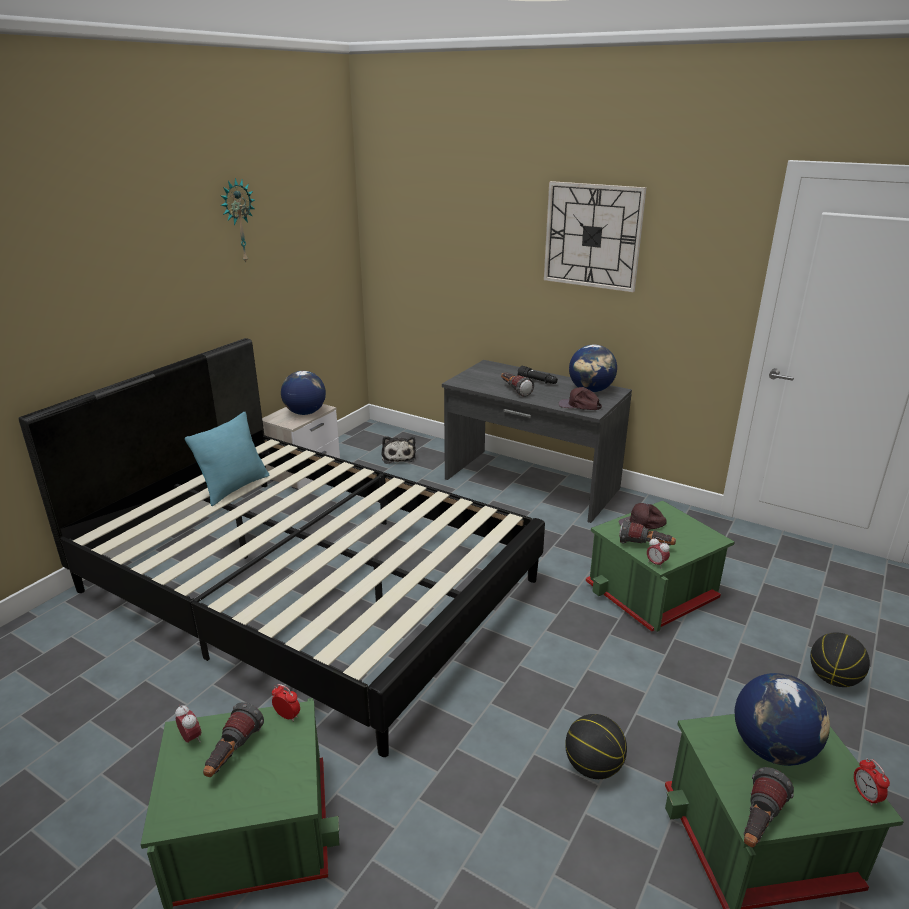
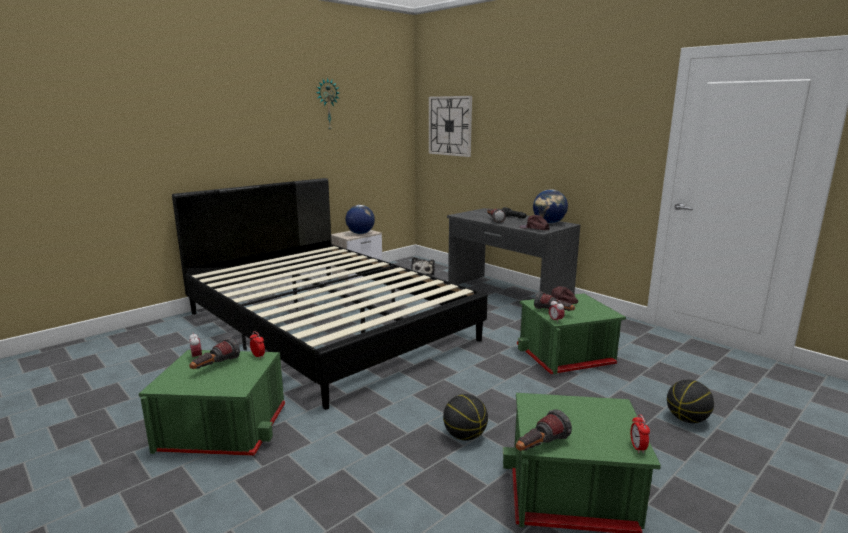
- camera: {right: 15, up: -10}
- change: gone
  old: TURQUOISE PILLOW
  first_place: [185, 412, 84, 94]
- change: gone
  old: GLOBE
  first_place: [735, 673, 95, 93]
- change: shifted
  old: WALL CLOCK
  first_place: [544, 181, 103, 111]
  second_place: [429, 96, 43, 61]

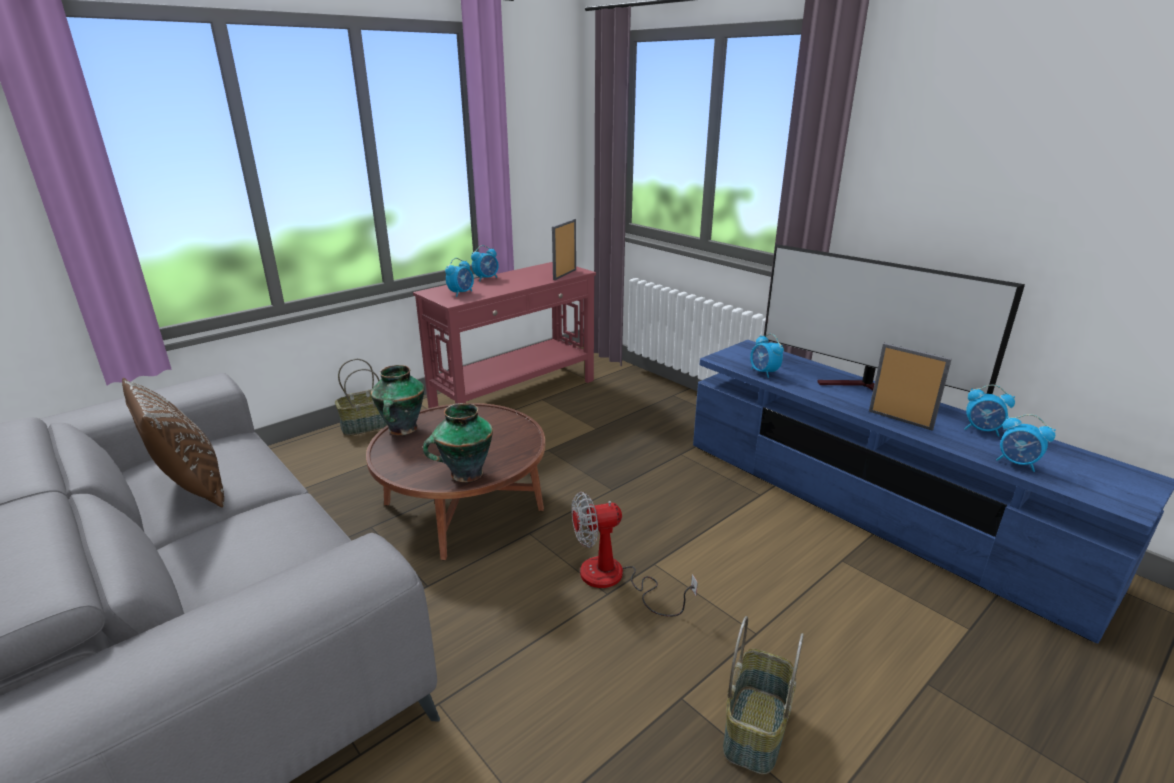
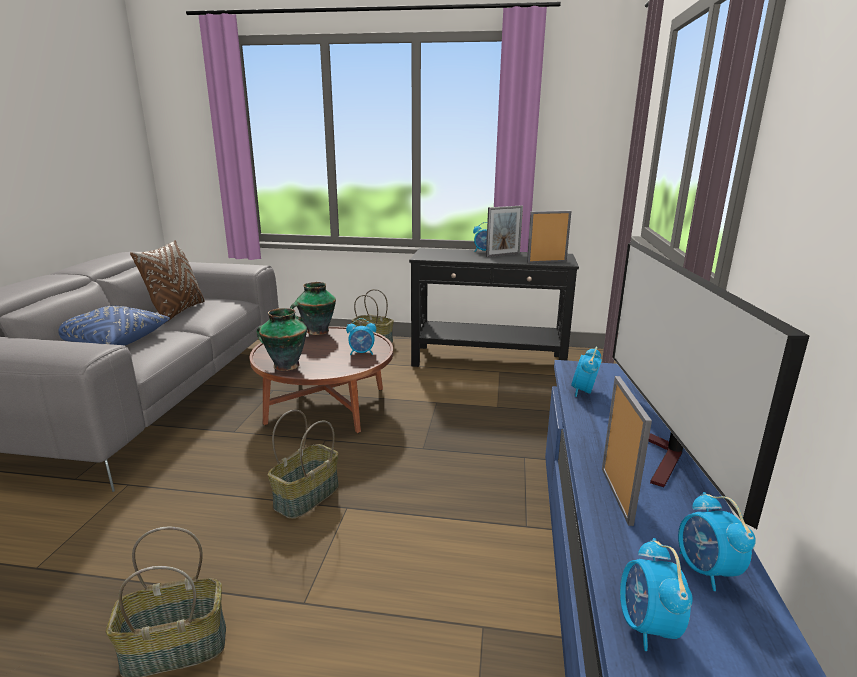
- camera: {right: 50, up: -5}
- change: new
  new: BLUE PILLOW
  second_place: [58, 305, 112, 41]
- change: new
  new: PICTURE FRAME
  second_place: [486, 205, 37, 52]
- change: shifted
  old: ALARM CLOCK
  first_place: [445, 258, 29, 39]
  second_place: [346, 318, 30, 37]
- change: swapped
  old: FAN
  new: BASKET
  first_place: [571, 492, 127, 125]
  second_place: [268, 410, 71, 109]
- change: repainted
  old: RED CONSOLE TABLE
  new: BLACK CONSOLE TABLE
  first_place: [413, 262, 183, 146]
  second_place: [409, 248, 170, 119]

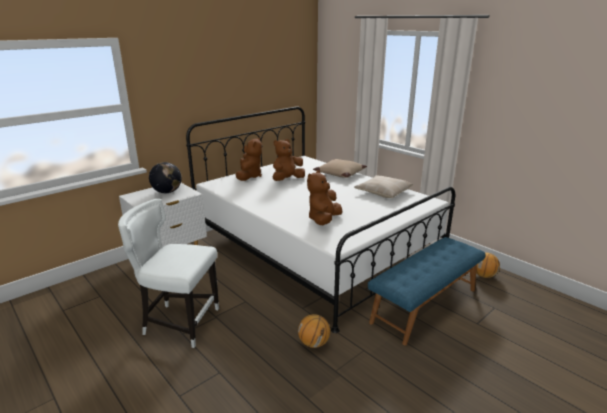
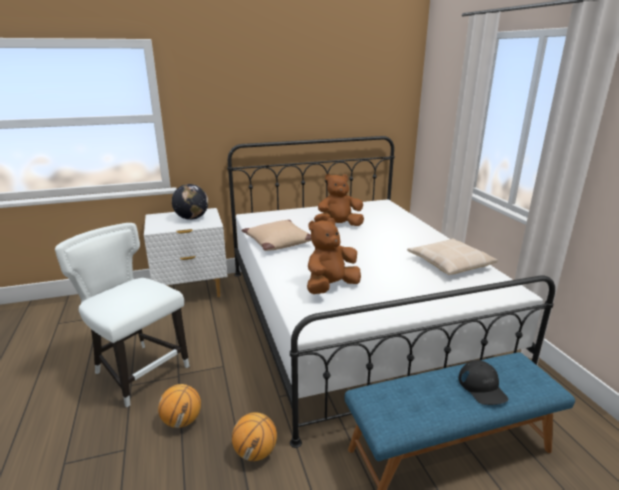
- camera: {right: 25, up: 0}
- change: gone
  old: BROWN PLUSH TOY
  first_place: [236, 138, 26, 43]
- change: new
  new: BLACK CAP
  second_place: [459, 360, 50, 45]
- change: shifted
  old: BEIGE PILLOW
  first_place: [313, 159, 54, 19]
  second_place: [241, 220, 71, 31]
- change: shifted
  old: BASKETBALL
  first_place: [476, 252, 24, 26]
  second_place: [158, 384, 43, 44]

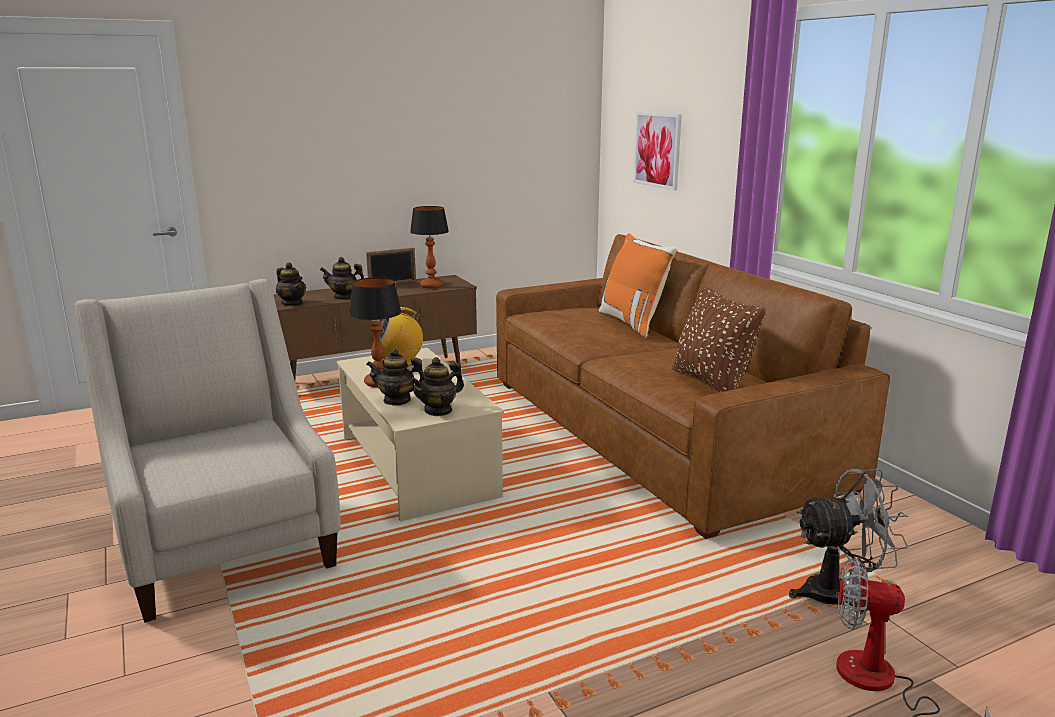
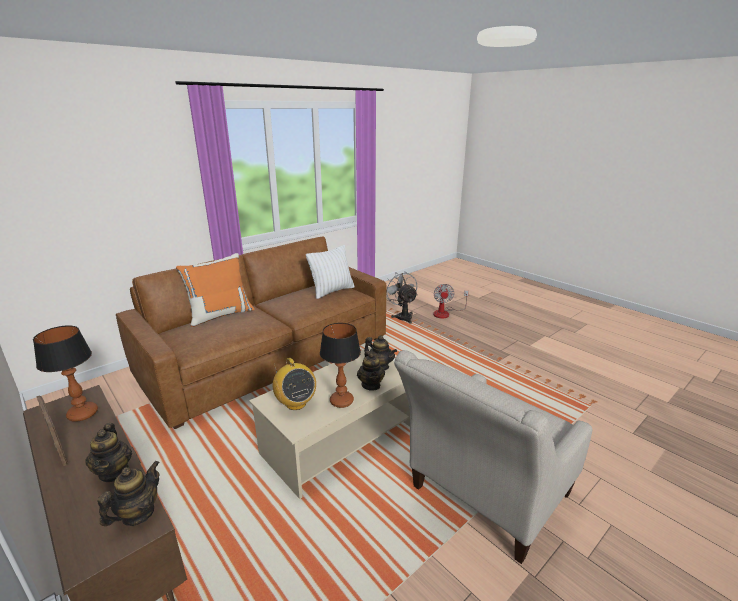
- camera: {right: -105, up: 5}
- change: gone
  old: PICTURE
  first_place: [634, 112, 48, 79]
- change: repainted
  old: BROWN PILLOW
  new: WHITE PILLOW
  first_place: [672, 286, 94, 106]
  second_place: [306, 245, 48, 54]

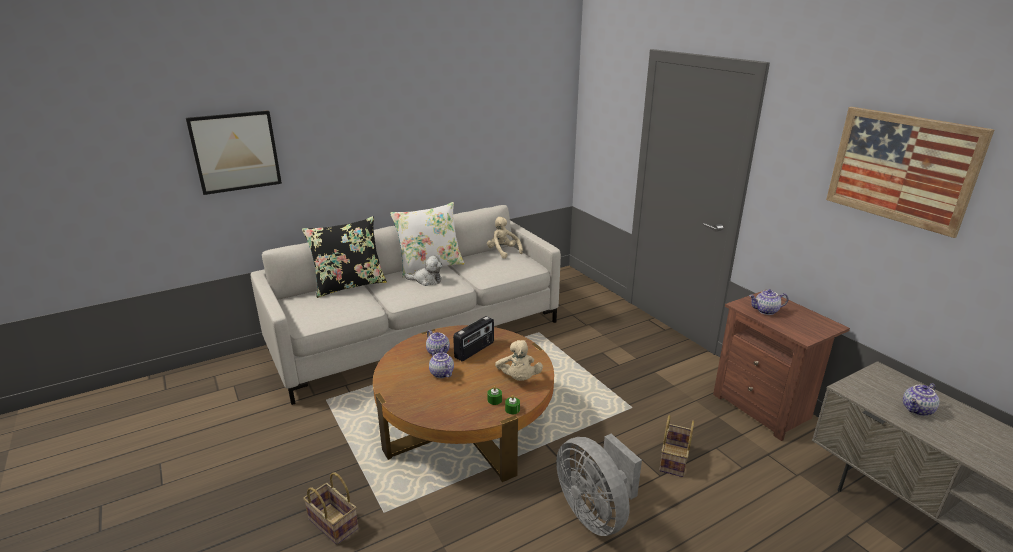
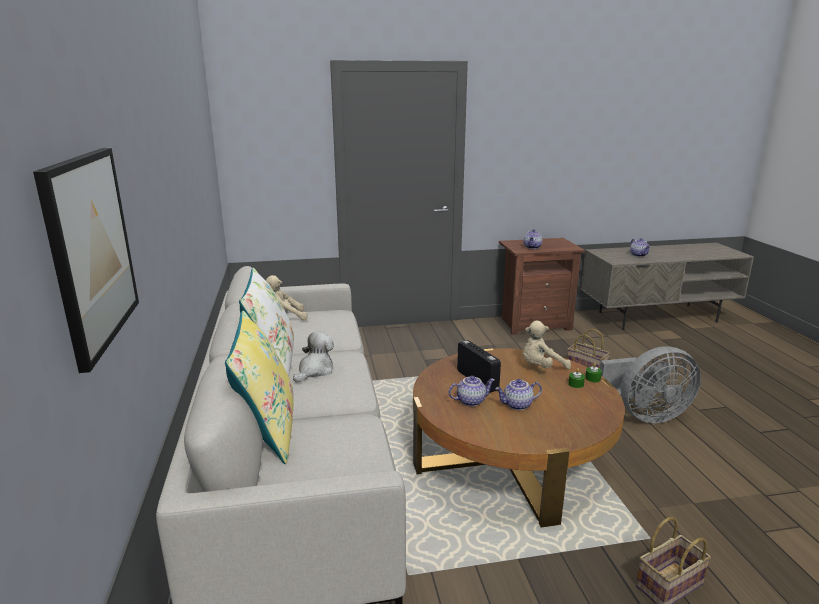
- camera: {right: -70, up: -5}
- change: gone
  old: PICTURE
  first_place: [826, 107, 169, 131]
- change: repainted
  old: BLACK PILLOW
  new: YELLOW PILLOW
  first_place: [302, 216, 85, 82]
  second_place: [225, 311, 69, 153]
- change: rotated
  old: BEIGE PLUSH TOY
  first_place: [495, 340, 48, 41]
  second_place: [523, 321, 48, 48]
  degrees: 150

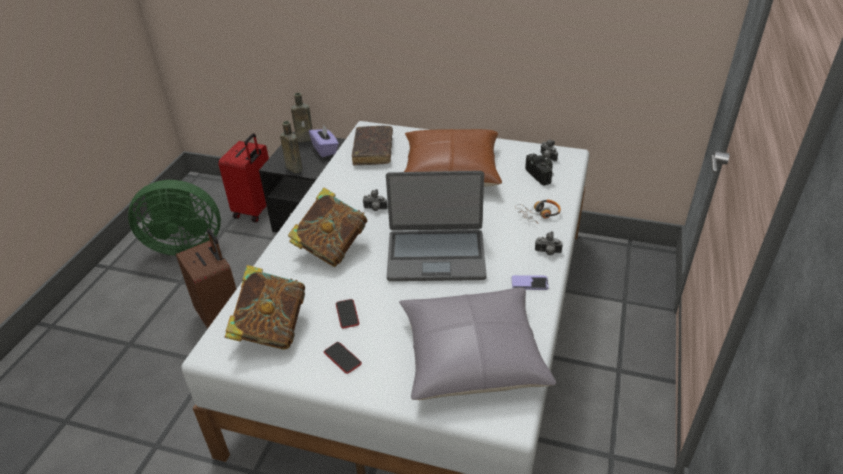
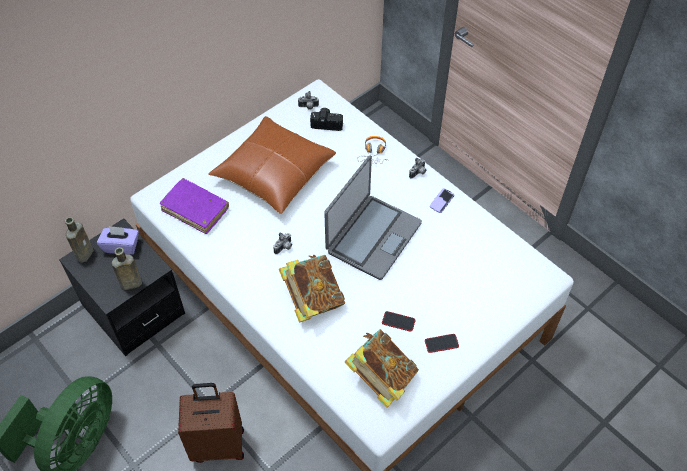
- camera: {right: -60, up: 15}
- change: gone
  old: RED SUITCASE
  first_place: [218, 133, 51, 90]
- change: gone
  old: GREY PILLOW
  first_place: [399, 288, 158, 112]
- change: repainted
  old: BROWN BOOK
  new: PURPLE BOOK
  first_place: [352, 126, 41, 39]
  second_place: [160, 178, 69, 56]

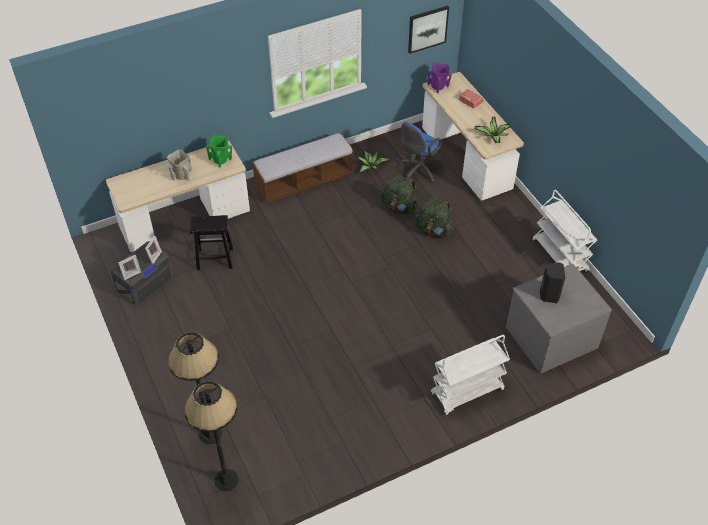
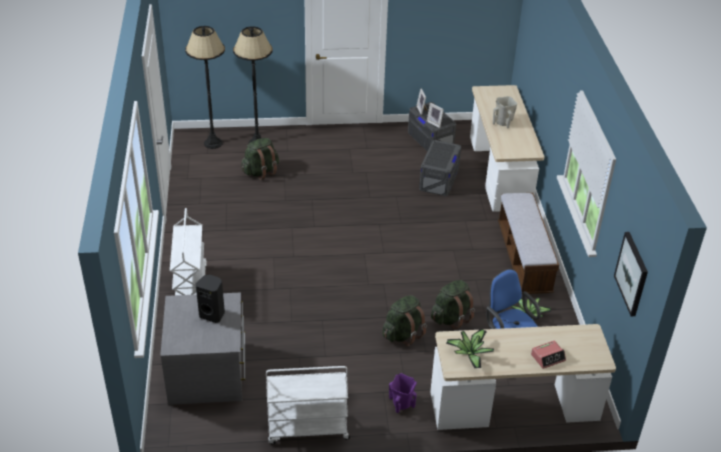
- camera: {right: 110, up: -10}
- change: gone
  old: GREEN VASE
  first_place: [206, 135, 26, 32]
- change: new
  new: GREEN BACKPACK
  second_place: [242, 138, 37, 42]
- change: shifted
  old: PURPLE VASE
  first_place: [428, 63, 24, 30]
  second_place: [389, 373, 28, 40]
- change: swapped
  old: BLACK STOOL
  new: GREY STORAGE BOX
  first_place: [190, 215, 43, 55]
  second_place: [419, 140, 42, 56]

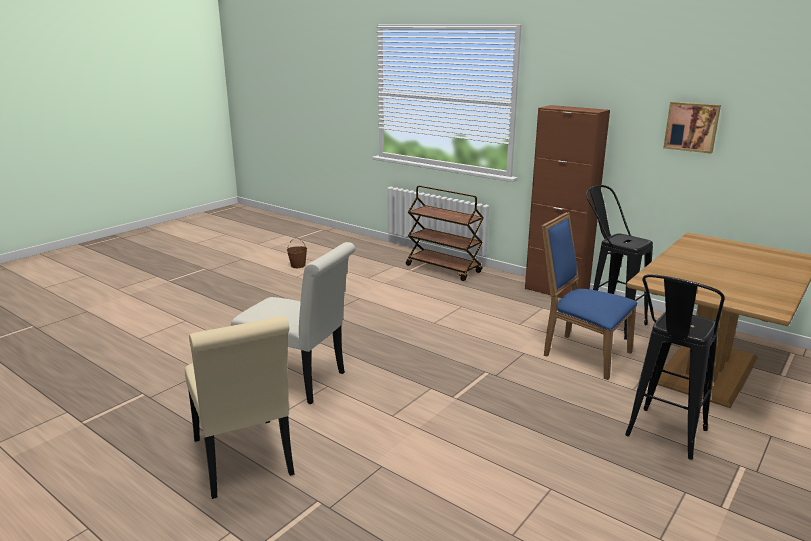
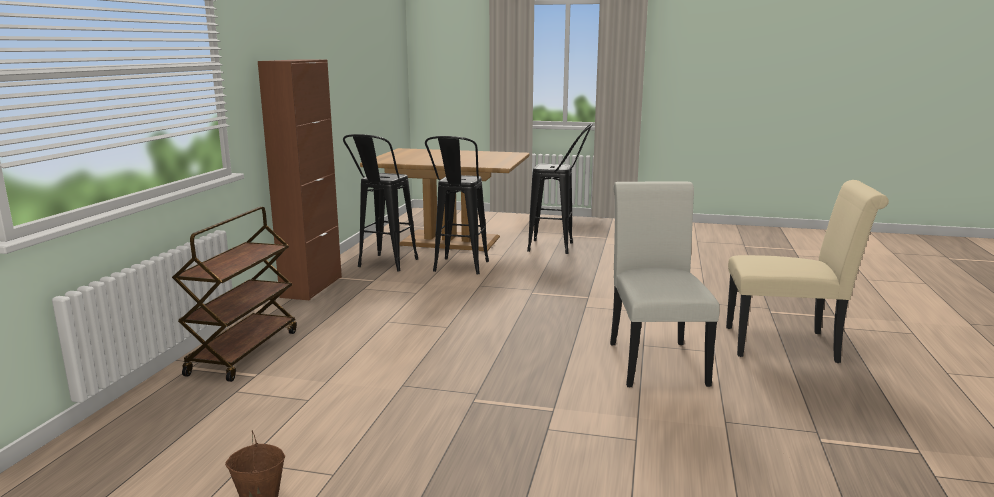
- camera: {right: -115, up: -5}
- change: gone
  old: PICTURE
  first_place: [663, 102, 58, 52]
- change: swapped
  old: BLUE CHAIR
  new: BLACK STOOL
  first_place: [542, 212, 95, 168]
  second_place: [425, 136, 64, 139]
- change: rotated
  old: BEIGE CHAIR
  first_place: [185, 316, 110, 183]
  second_place: [726, 180, 163, 183]
  degrees: 60

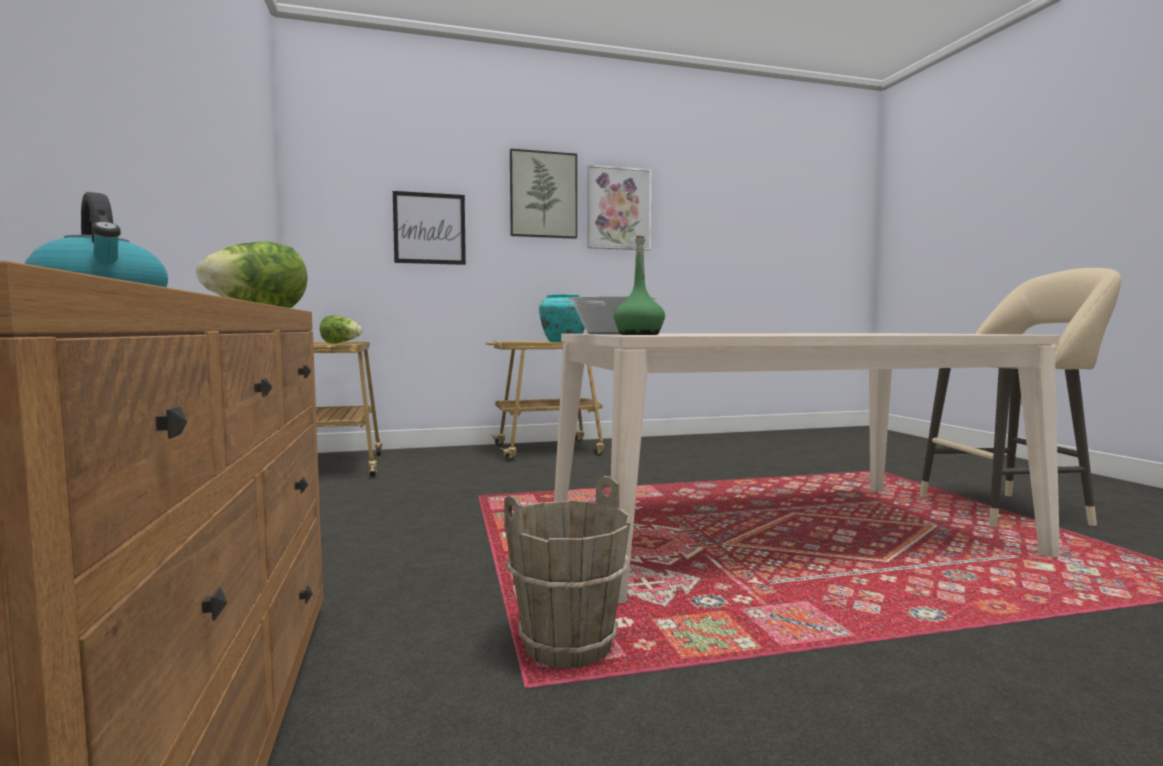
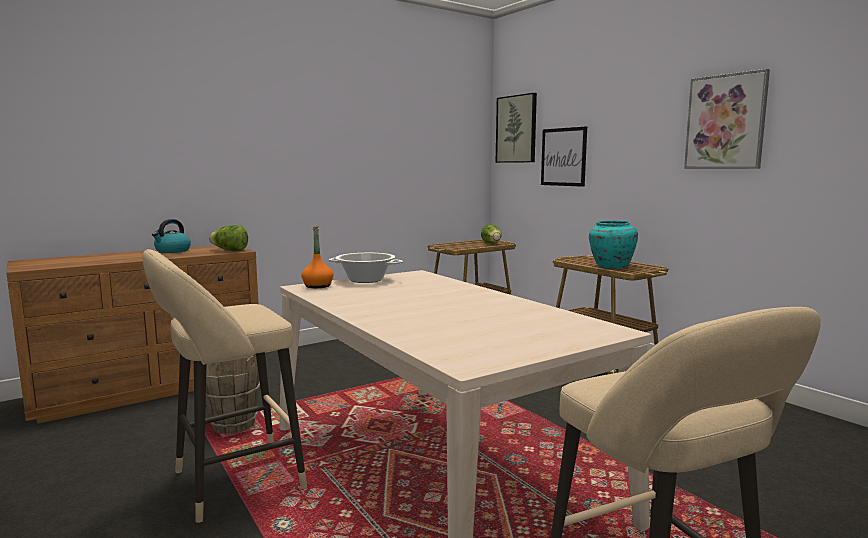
- camera: {right: 70, up: 5}
- change: new
  new: BEIGE STOOL
  second_place: [143, 249, 164, 274]
- change: shifted
  old: PICTURE
  first_place: [510, 149, 67, 90]
  second_place: [496, 93, 41, 70]
- change: repainted
  old: GREEN BOTTLE
  new: ORANGE BOTTLE
  first_place: [614, 236, 51, 99]
  second_place: [301, 226, 33, 62]

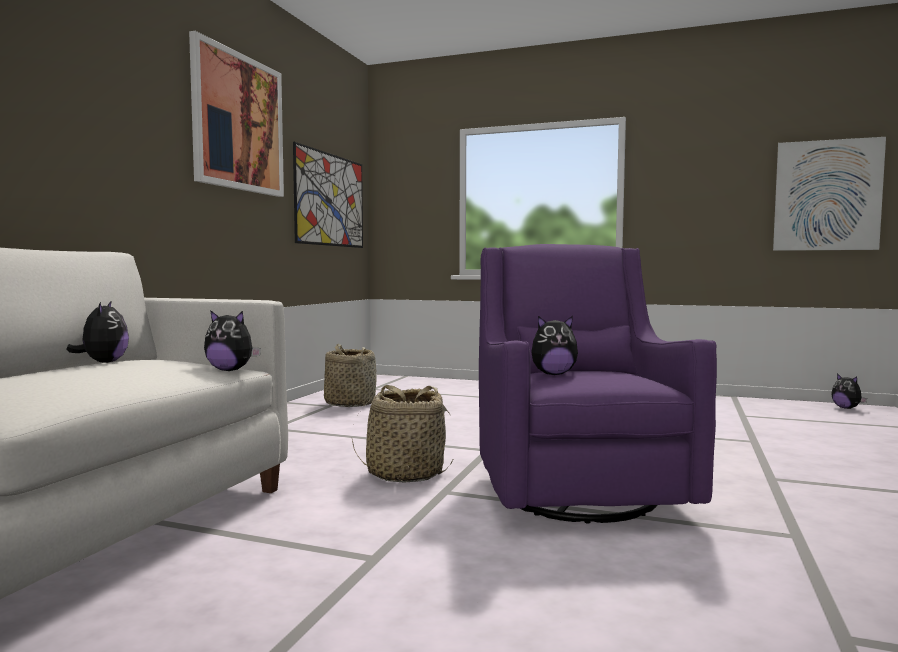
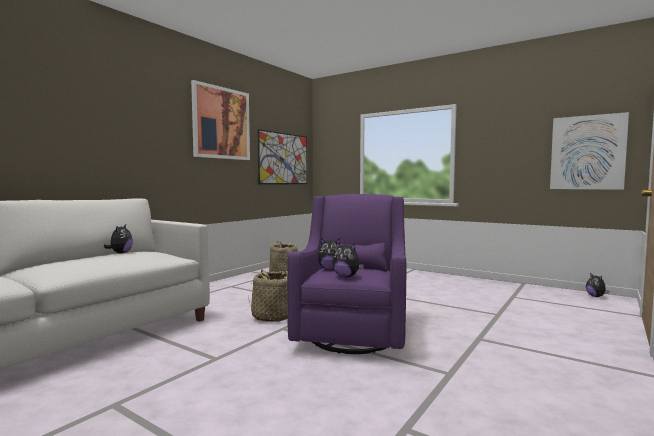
- camera: {right: 15, up: 0}
- change: shifted
  old: PLUSH TOY
  first_place: [204, 310, 57, 61]
  second_place: [332, 242, 32, 35]

